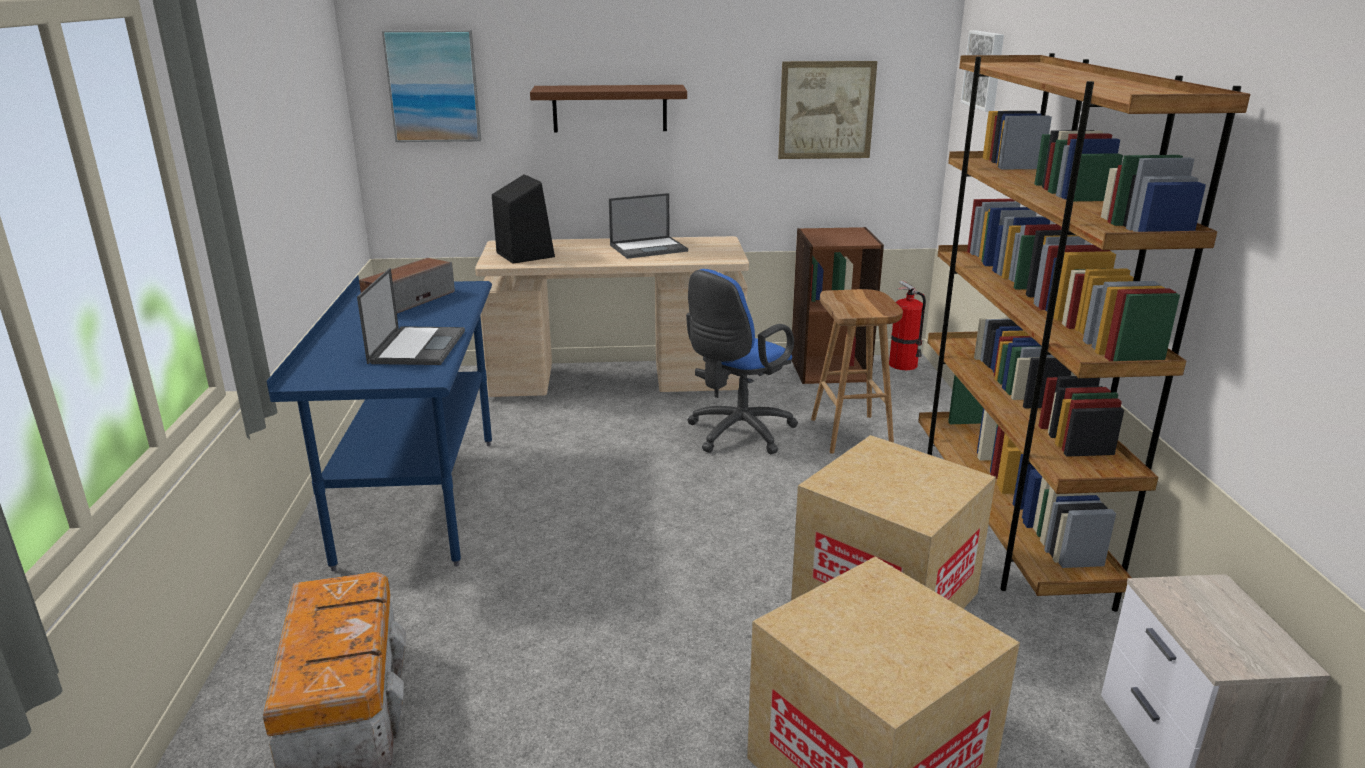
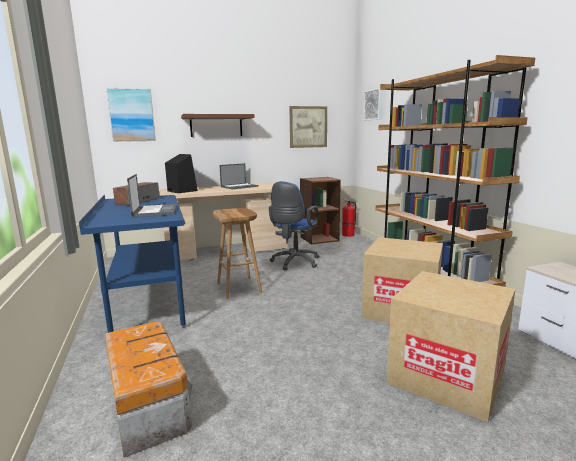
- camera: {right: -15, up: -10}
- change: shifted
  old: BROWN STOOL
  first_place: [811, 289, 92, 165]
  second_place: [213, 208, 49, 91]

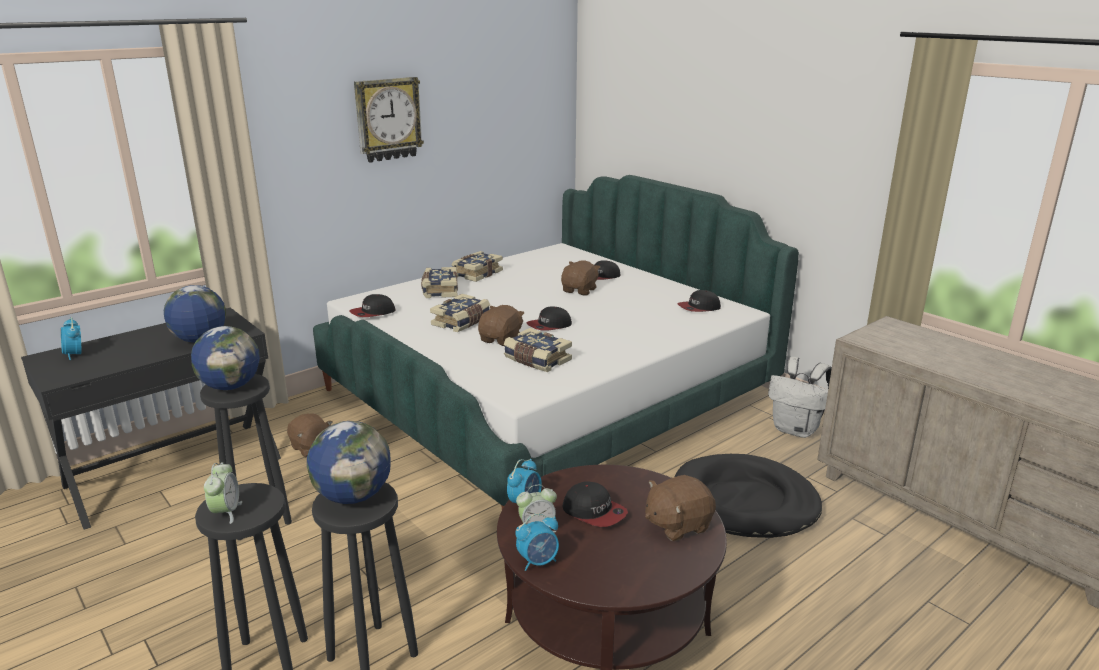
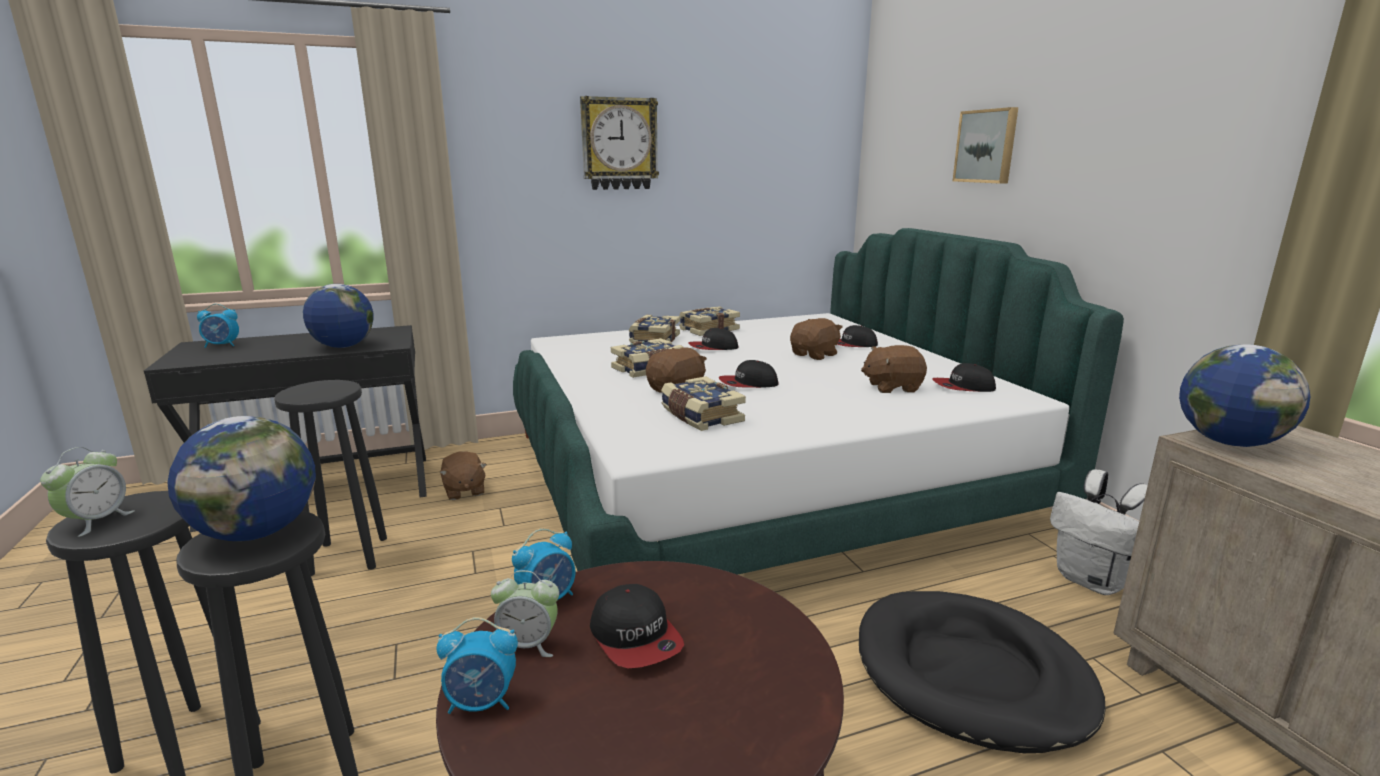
- camera: {right: 20, up: -5}
- change: new
  new: PICTURE
  second_place: [953, 107, 65, 77]
- change: shifted
  old: GLOBE
  first_place: [191, 326, 69, 64]
  second_place: [1179, 344, 131, 103]
- change: shifted
  old: CAP
  first_place: [350, 294, 45, 23]
  second_place: [688, 328, 50, 22]
- change: shifted
  old: BROWN PLUSH TOY
  first_place: [645, 475, 71, 67]
  second_place: [861, 345, 66, 48]
- change: rotated
  old: ALARM CLOCK
  first_place: [61, 317, 20, 43]
  second_place: [197, 304, 42, 44]
  degrees: -90

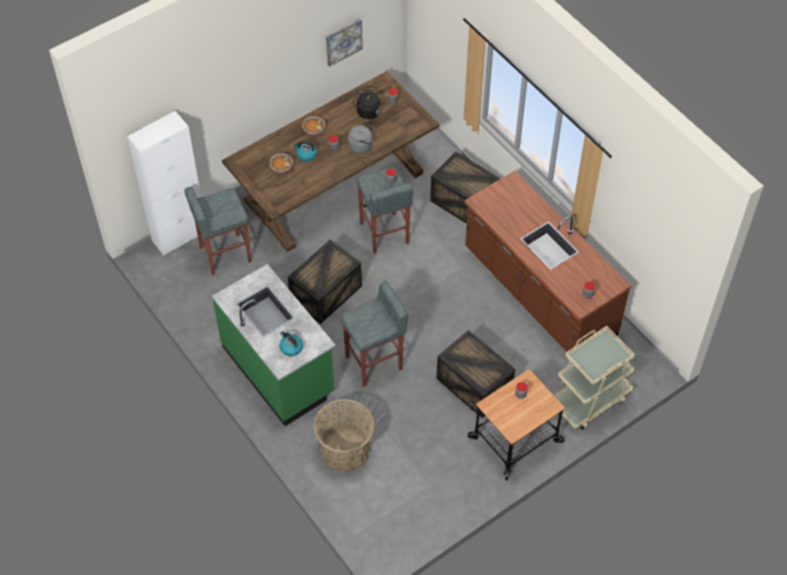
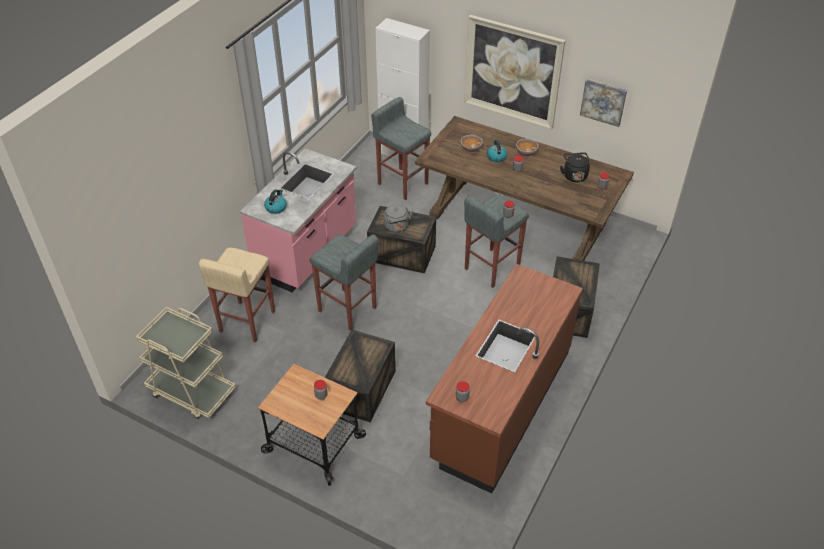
- camera: {right: 65, up: -10}
- change: new
  new: PICTURE
  second_place: [464, 15, 102, 114]
- change: shifted
  old: GREY KETTLE
  first_place: [348, 123, 27, 31]
  second_place: [384, 204, 29, 28]
- change: shifted
  old: BEIGE CART
  first_place: [554, 326, 81, 104]
  second_place: [136, 307, 100, 112]
- change: swapped
  old: BASKET
  new: BEIGE STOOL
  first_place: [313, 399, 62, 72]
  second_place: [199, 247, 76, 96]
- change: repainted
  old: GREEN COUNTER
  new: PINK COUNTER
  first_place: [212, 264, 124, 162]
  second_place: [240, 149, 117, 143]

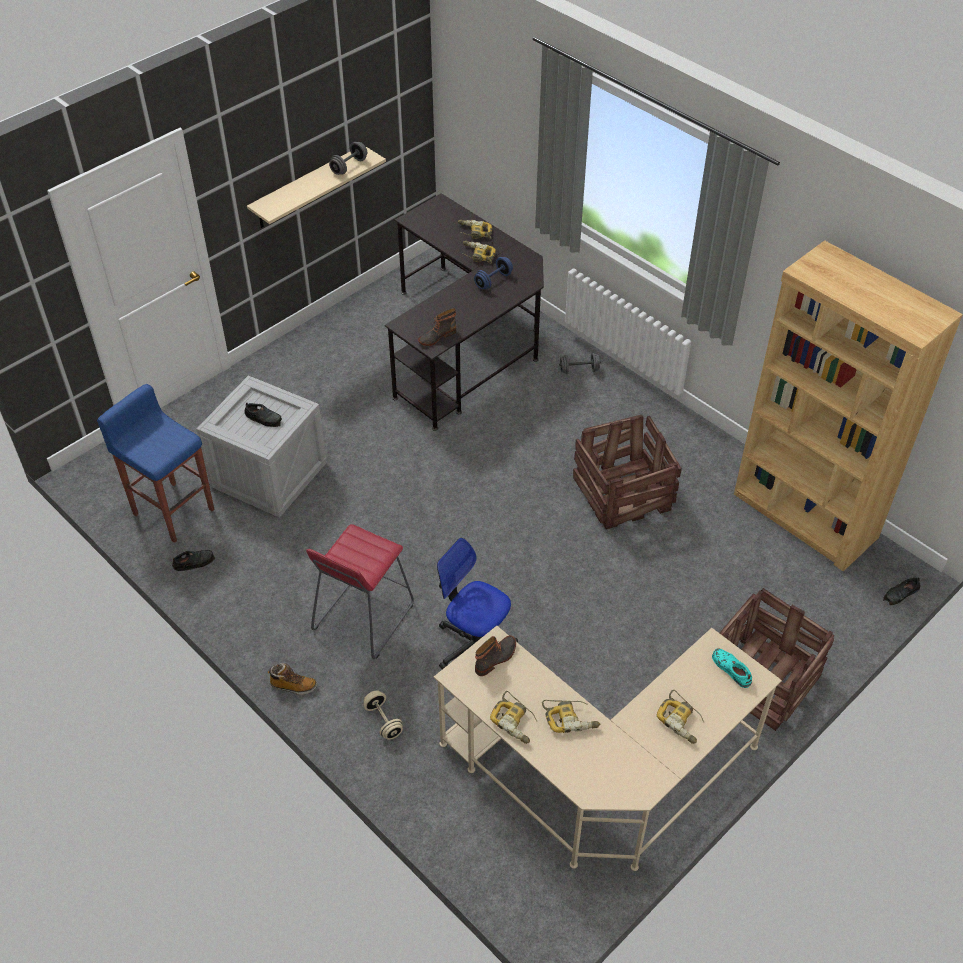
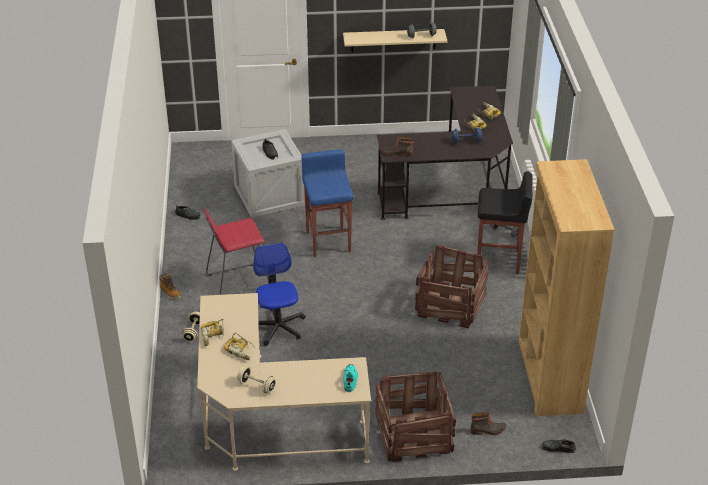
- camera: {right: 40, up: -10}
- change: gone
  old: POWER DRILL
  first_place: [657, 690, 47, 54]
- change: new
  new: BEIGE DUMBBELL
  second_place: [237, 366, 39, 27]
- change: new
  new: BLACK STOOL
  second_place: [477, 172, 56, 102]
- change: shifted
  old: BLUE STOOL
  first_place: [97, 384, 118, 159]
  second_place: [301, 149, 52, 108]
- change: shifted
  old: BOOT
  first_place: [475, 635, 41, 41]
  second_place: [470, 412, 36, 23]

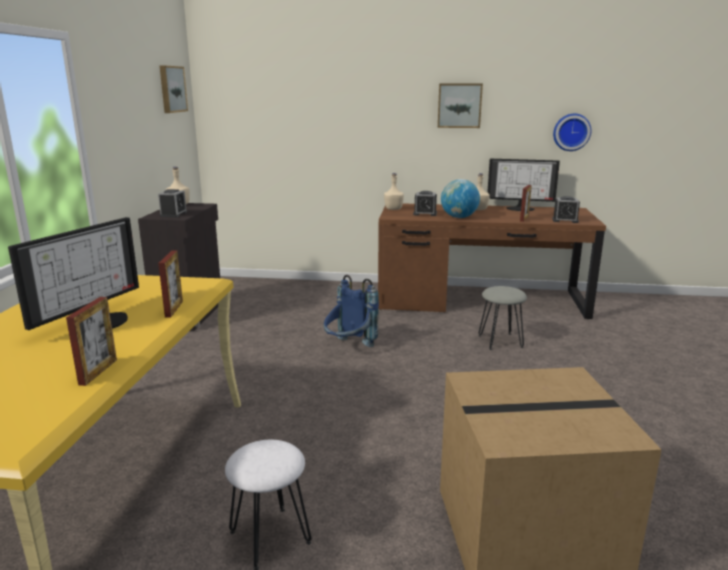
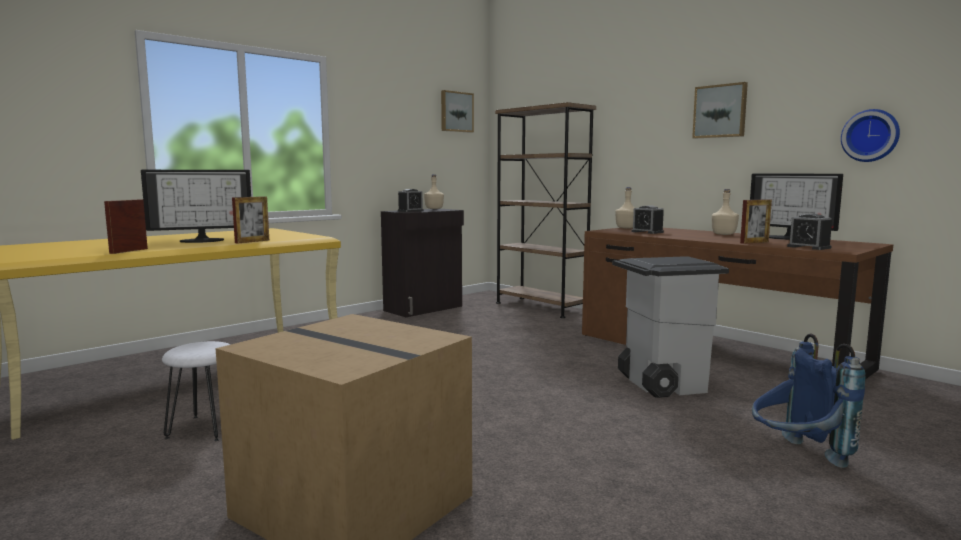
- camera: {right: 40, up: -10}
- change: gone
  old: GLOBE
  first_place: [441, 179, 39, 39]
- change: new
  new: BROWN BOOKCASE
  second_place: [495, 102, 101, 216]
- change: shifted
  old: BLUE BACKPACK
  first_place: [323, 275, 56, 72]
  second_place: [752, 334, 114, 134]
- change: swapped
  old: GREY STOOL
  new: GREY TRASH CAN
  first_place: [479, 286, 48, 64]
  second_place: [612, 256, 117, 142]
- change: rotated
  old: PICTURE FRAME
  first_place: [66, 297, 51, 89]
  second_place: [104, 199, 44, 55]
  degrees: 150

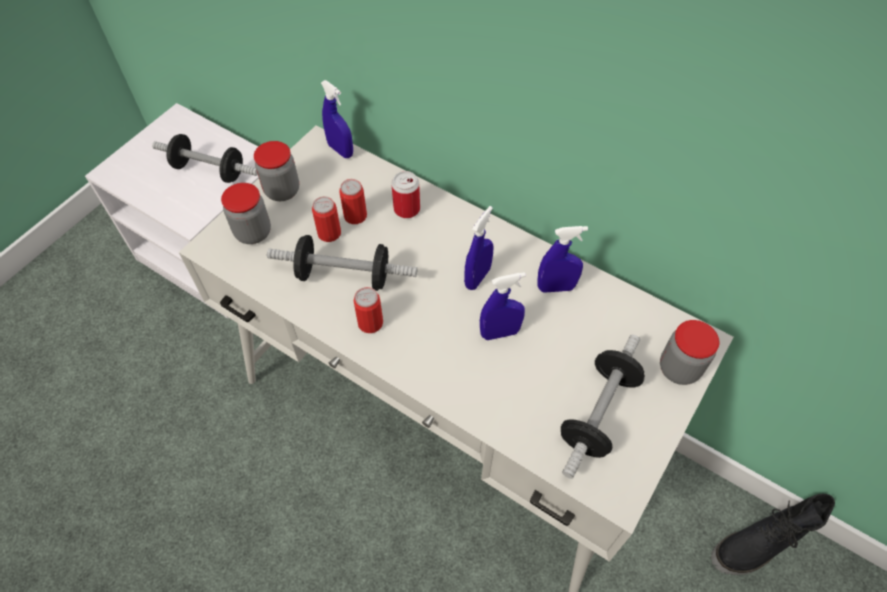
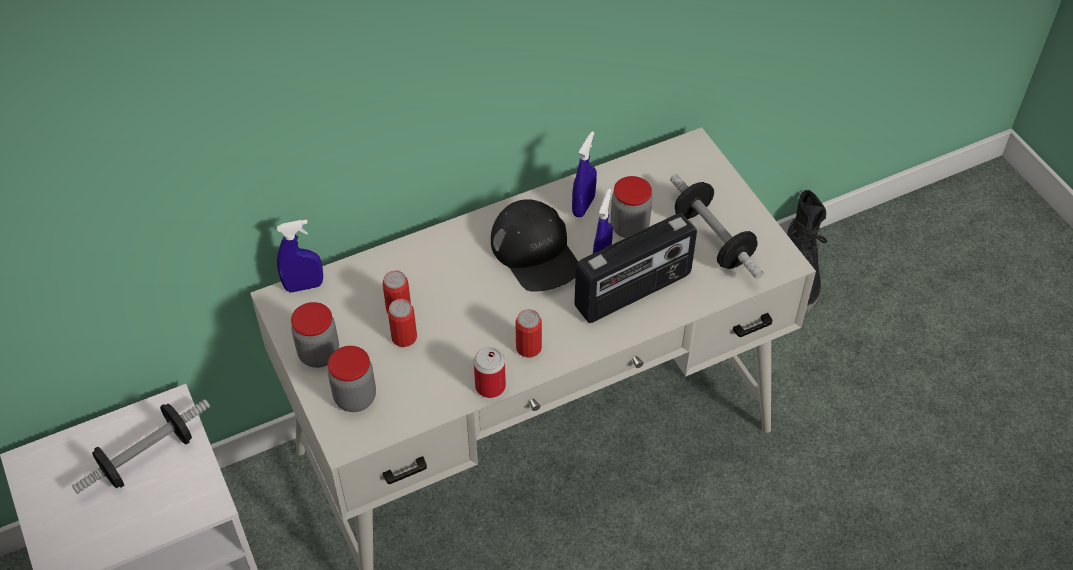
- camera: {right: -60, up: -5}
- change: gone
  old: DUMBBELL
  first_place: [267, 235, 150, 56]
- change: new
  new: RADIO
  second_place: [574, 213, 123, 110]
- change: shifted
  old: CAN
  first_place: [391, 171, 29, 47]
  second_place: [474, 347, 32, 51]
- change: shifted
  old: JAR
  first_place: [660, 320, 59, 65]
  second_place: [610, 176, 42, 62]
- change: swapped
  old: BLUE SPRAY BOTTLE
  new: BLACK CAP
  first_place: [464, 206, 30, 84]
  second_place: [491, 199, 87, 93]

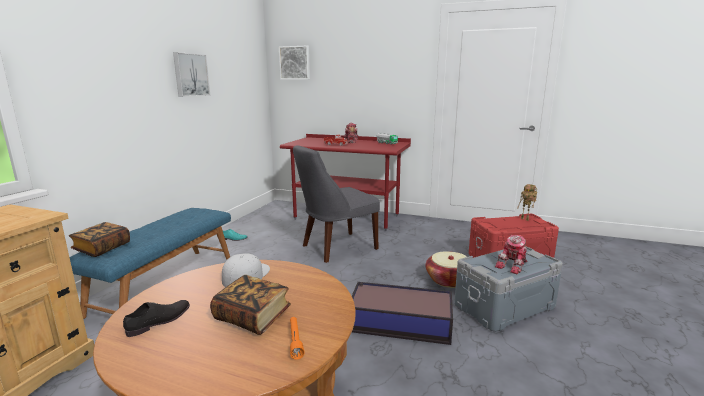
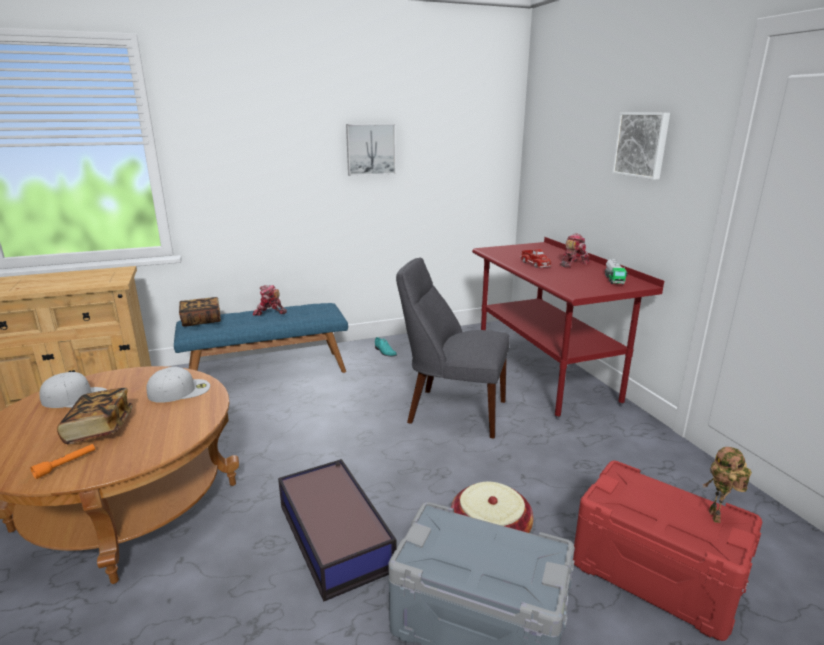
- camera: {right: 50, up: 5}
- change: shifted
  old: PICTURE
  first_place: [279, 46, 31, 34]
  second_place: [612, 112, 58, 68]
- change: shifted
  old: TOY ROBOT
  first_place: [495, 235, 32, 39]
  second_place: [253, 285, 34, 31]
- change: swapped
  old: BLACK SHOE
  new: WHITE CAP
  first_place: [123, 300, 67, 37]
  second_place: [39, 372, 68, 36]

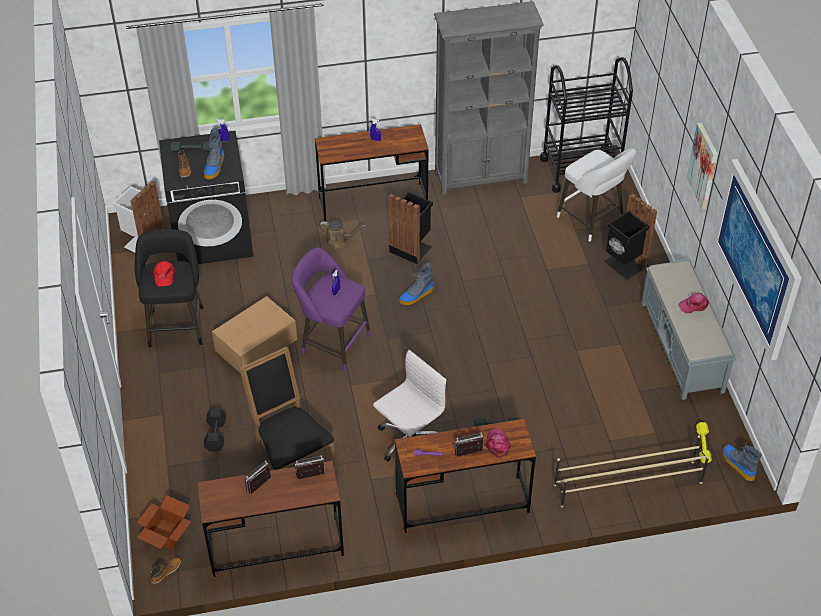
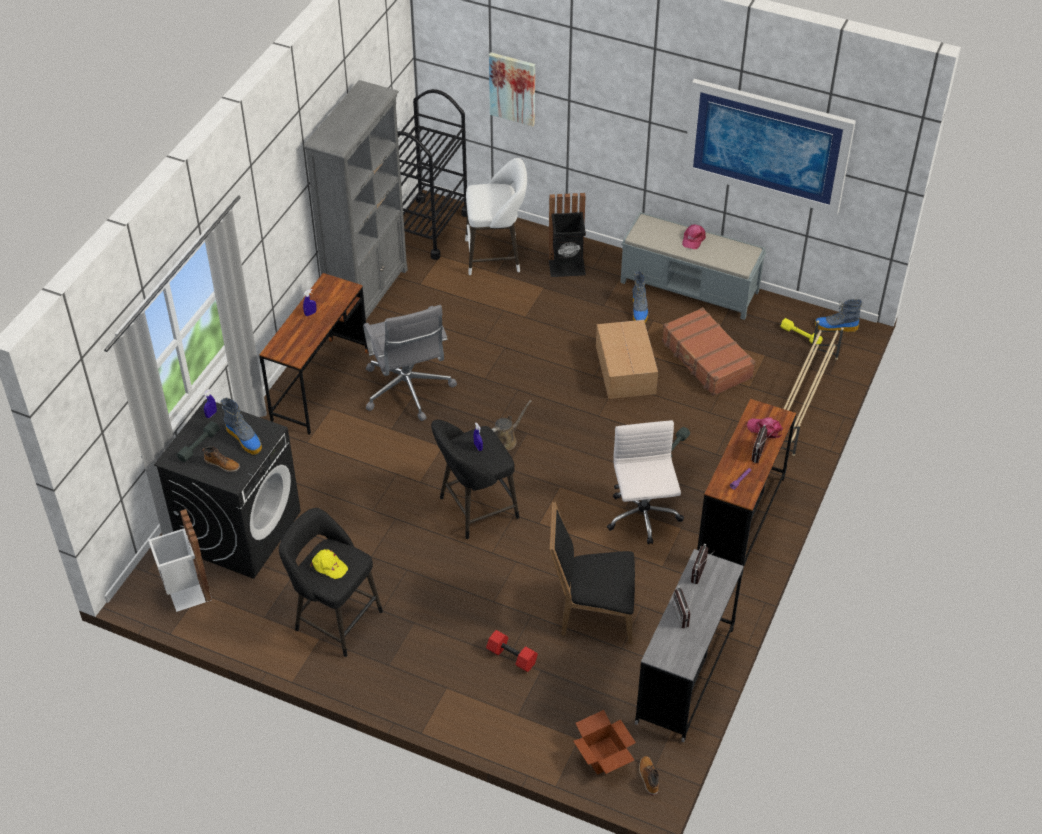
- camera: {right: -55, up: 0}
- change: new
  new: BROWN SUITCASE
  second_place: [662, 307, 93, 89]
- change: shifted
  old: CARDBOARD BOX
  first_place: [212, 296, 85, 78]
  second_place: [596, 320, 62, 79]
- change: shifted
  old: BROWN WATERING CAN
  first_place: [319, 220, 47, 29]
  second_place: [492, 400, 40, 50]
- change: shifted
  old: BOOT
  first_place: [399, 263, 35, 42]
  second_place: [632, 271, 16, 52]
- change: shifted
  old: PICTURE
  first_place: [686, 122, 32, 88]
  second_place: [489, 52, 46, 75]
- change: swapped
  old: BLACK TRASH CAN
  new: GREY OFFICE CHAIR
  first_place: [388, 192, 45, 72]
  second_place: [363, 305, 94, 116]
- change: repainted
  old: RED CAP
  new: YELLOW CAP
  first_place: [154, 261, 21, 25]
  second_place: [310, 549, 38, 30]
- change: repainted
  old: BROWN DESK
  new: GREY DESK
  first_place: [197, 461, 147, 117]
  second_place: [635, 549, 109, 194]
- change: repainted
  old: BLACK DUMBBELL
  new: RED DUMBBELL
  first_place: [204, 408, 22, 44]
  second_place: [486, 630, 52, 42]
- change: repainted
  old: PURPLE STOOL
  new: BLACK STOOL
  first_place: [291, 248, 80, 123]
  second_place: [431, 419, 88, 120]

